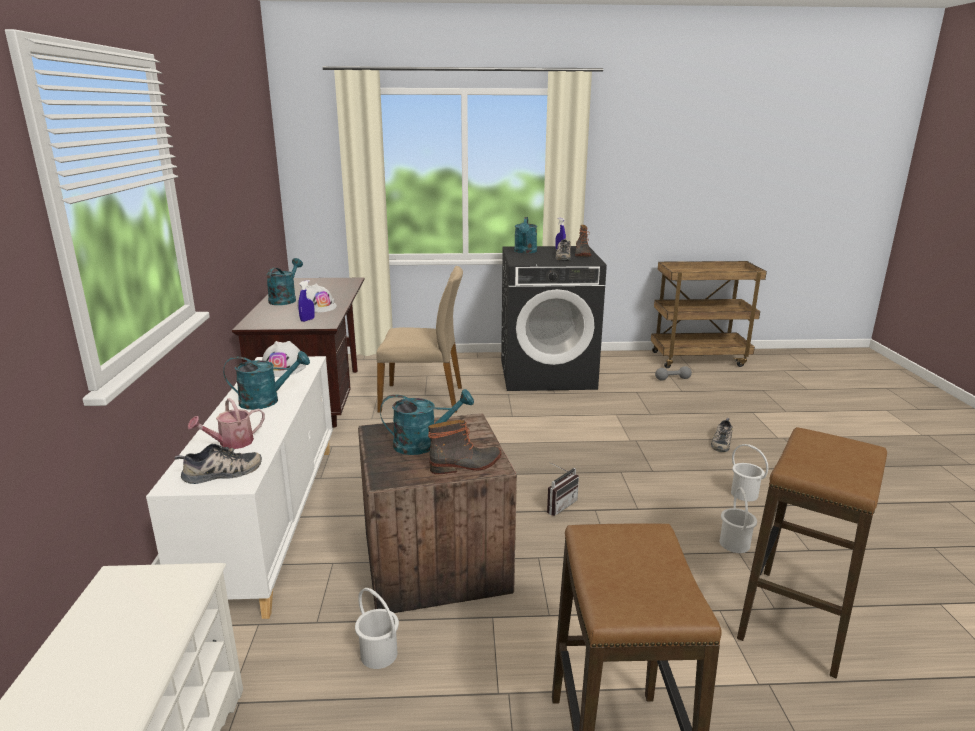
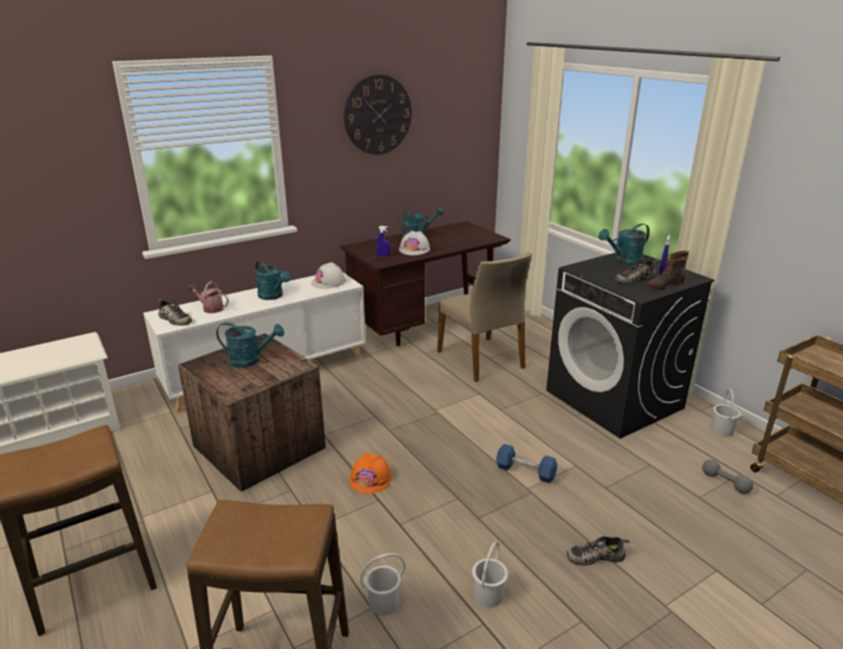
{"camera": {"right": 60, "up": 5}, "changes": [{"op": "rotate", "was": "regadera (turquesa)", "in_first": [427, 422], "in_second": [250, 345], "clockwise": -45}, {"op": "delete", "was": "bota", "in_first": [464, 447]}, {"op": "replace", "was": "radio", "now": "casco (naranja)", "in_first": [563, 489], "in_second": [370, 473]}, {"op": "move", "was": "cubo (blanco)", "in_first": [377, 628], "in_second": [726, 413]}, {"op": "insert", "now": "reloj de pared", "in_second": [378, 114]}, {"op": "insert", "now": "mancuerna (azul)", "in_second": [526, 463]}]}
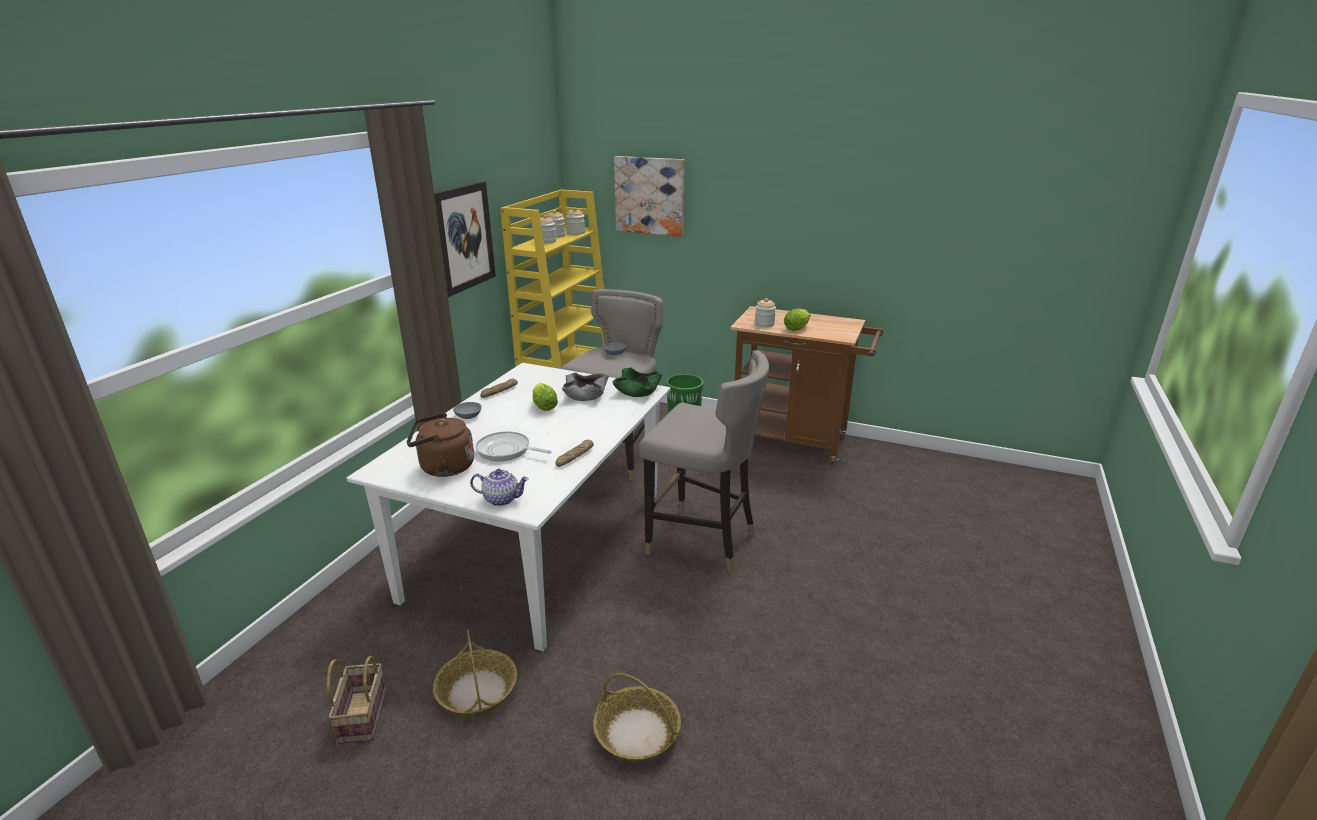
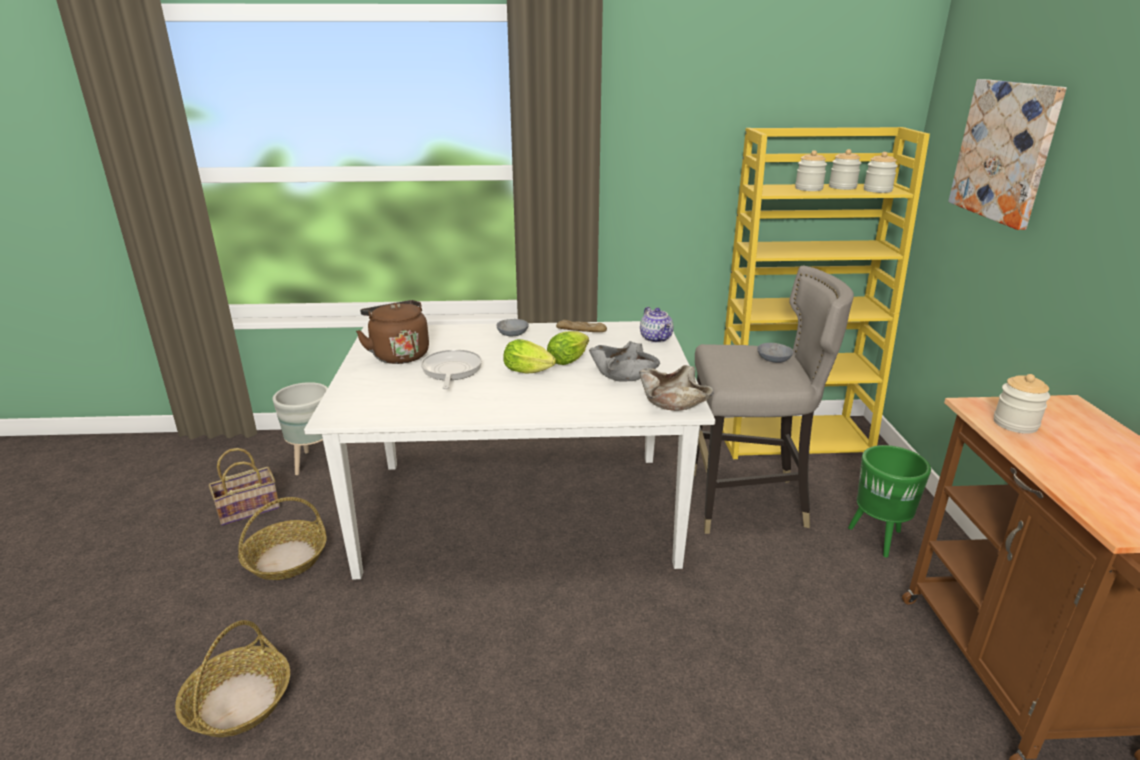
{"camera": {"right": 65, "up": 0}, "changes": [{"op": "delete", "was": "cuadro", "in_first": [465, 239]}, {"op": "move", "was": "lechuga", "in_first": [797, 320], "in_second": [529, 356]}, {"op": "delete", "was": "taburete (gris)", "in_first": [704, 461]}, {"op": "recolor", "was": "cuenco (verde)", "now": "cuenco (beis)", "in_first": [637, 382], "in_second": [676, 388]}, {"op": "delete", "was": "pan", "in_first": [574, 453]}, {"op": "move", "was": "tetera", "in_first": [499, 487], "in_second": [657, 325]}, {"op": "insert", "now": "maceta (gris)", "in_second": [300, 428]}]}
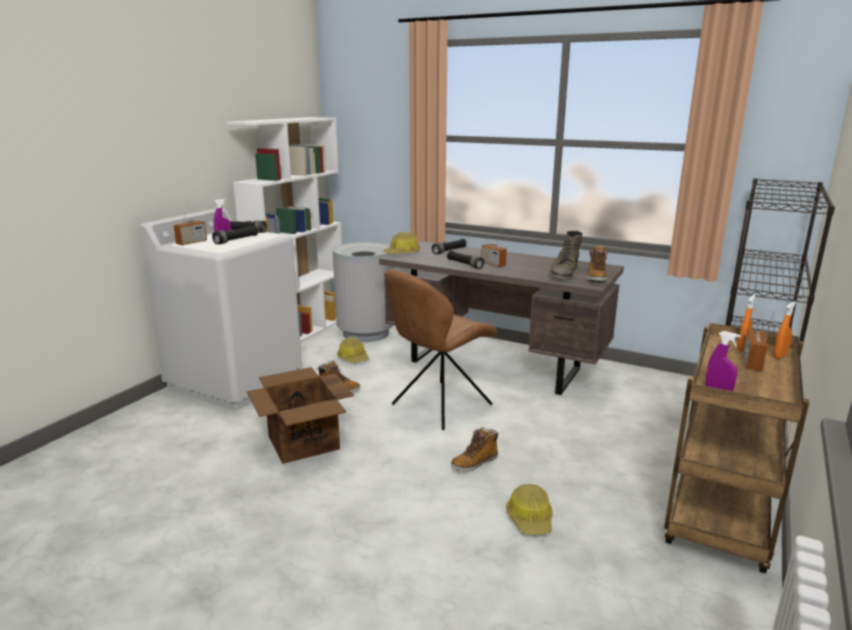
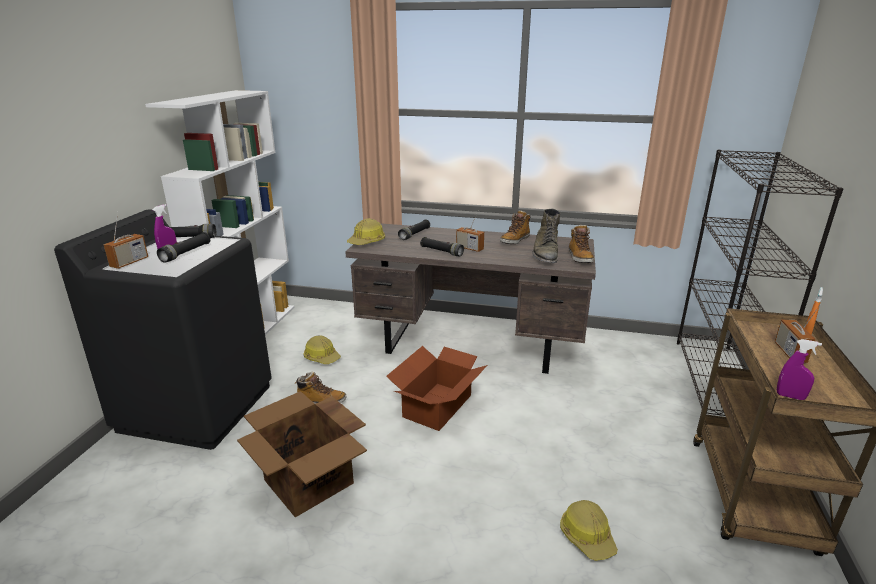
{"camera": {"right": -15, "up": 5}, "changes": [{"op": "recolor", "was": "lavadora (blanco)", "now": "lavadora (negro)", "in_first": [220, 309], "in_second": [163, 329]}, {"op": "delete", "was": "papelera (gris)", "in_first": [363, 292]}, {"op": "replace", "was": "silla (marrón)", "now": "caja de cartón", "in_first": [441, 350], "in_second": [437, 388]}, {"op": "delete", "was": "pulverizador (naranja)", "in_first": [746, 323]}, {"op": "move", "was": "bota", "in_first": [474, 449], "in_second": [515, 227]}]}
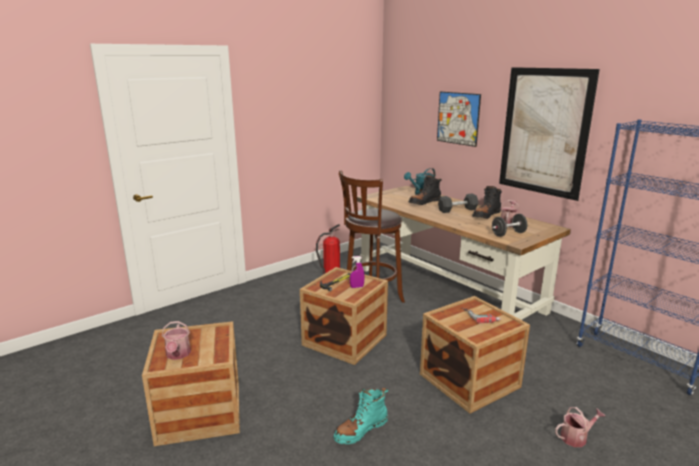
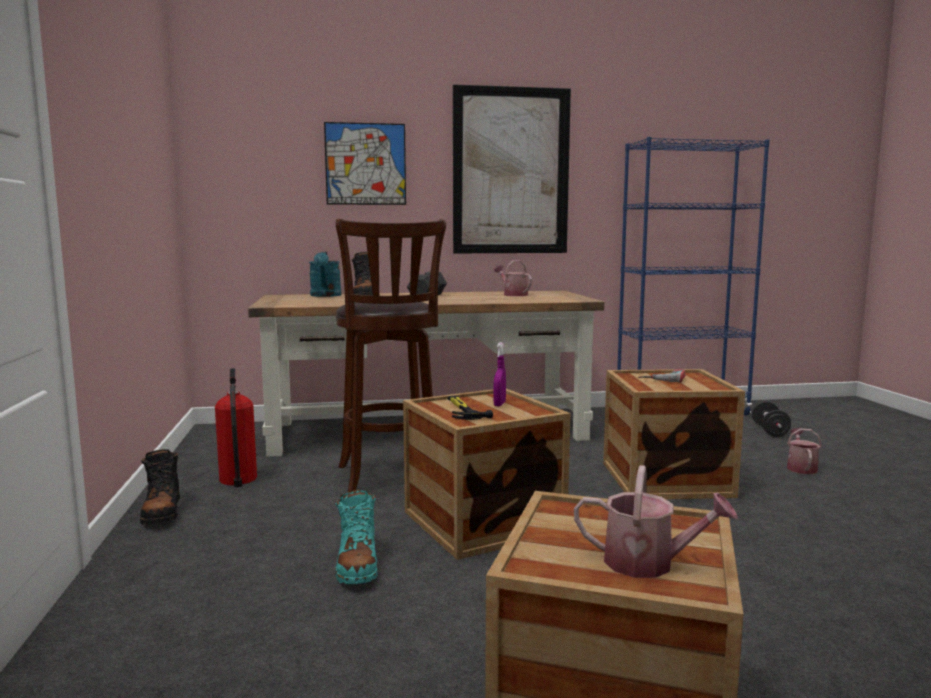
{"camera": {"right": -60, "up": -10}, "changes": [{"op": "move", "was": "bota (negro)", "in_first": [487, 202], "in_second": [160, 487]}, {"op": "move", "was": "mancuerna (negro)", "in_first": [509, 225], "in_second": [771, 419]}, {"op": "move", "was": "bota (turquesa)", "in_first": [361, 416], "in_second": [356, 536]}]}
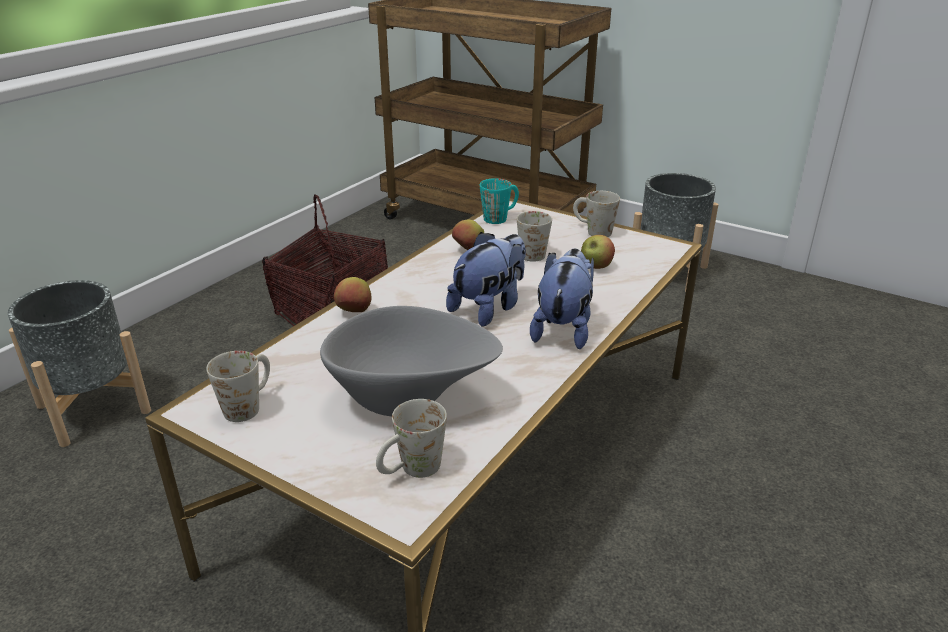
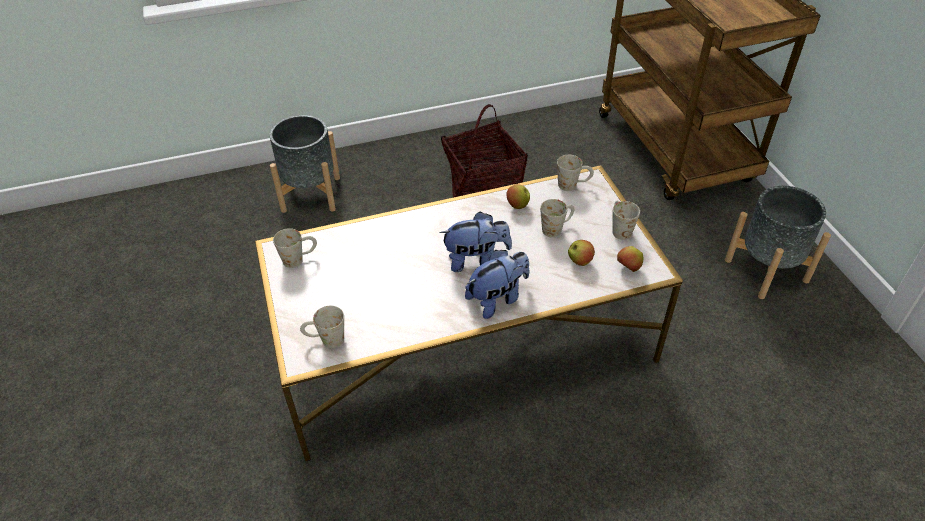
{"camera": {"right": 40, "up": 15}, "changes": [{"op": "recolor", "was": "taza grande (turquesa)", "now": "taza grande (blanco)", "in_first": [499, 201], "in_second": [575, 173]}, {"op": "move", "was": "manzana", "in_first": [352, 294], "in_second": [630, 259]}, {"op": "delete", "was": "cuenco (gris)", "in_first": [411, 361]}]}
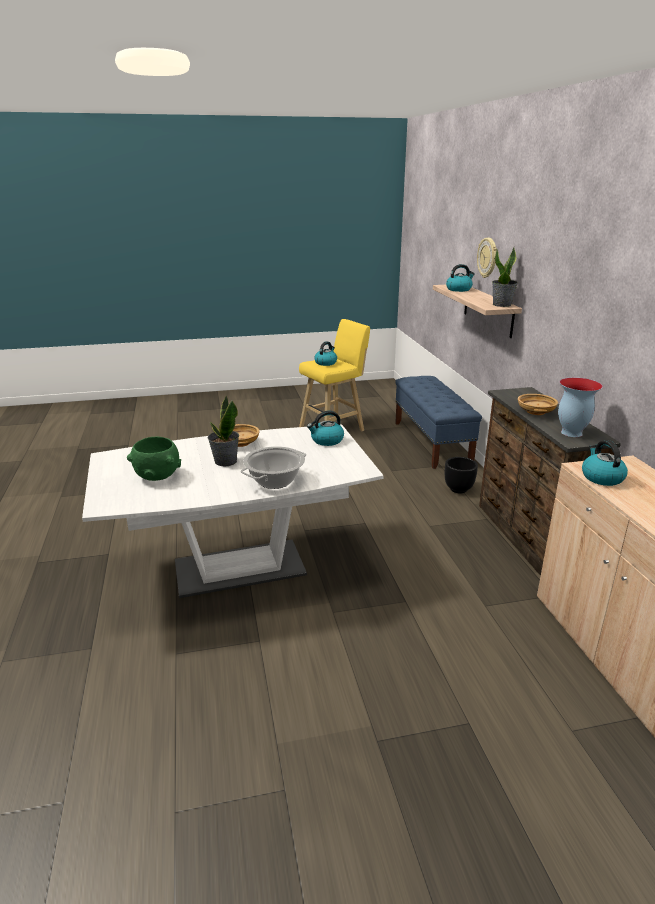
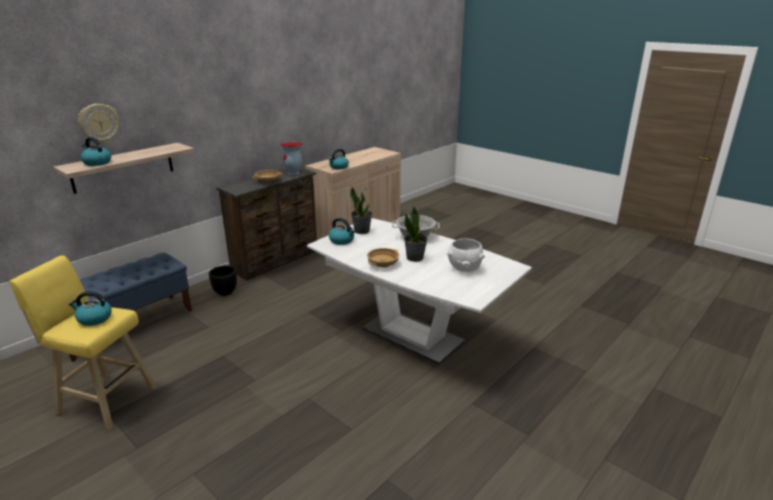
{"camera": {"right": -125, "up": 0}, "changes": [{"op": "move", "was": "planta en maceta", "in_first": [505, 277], "in_second": [361, 210]}, {"op": "recolor", "was": "cuenco (verde)", "now": "cuenco (blanco)", "in_first": [154, 459], "in_second": [466, 255]}]}
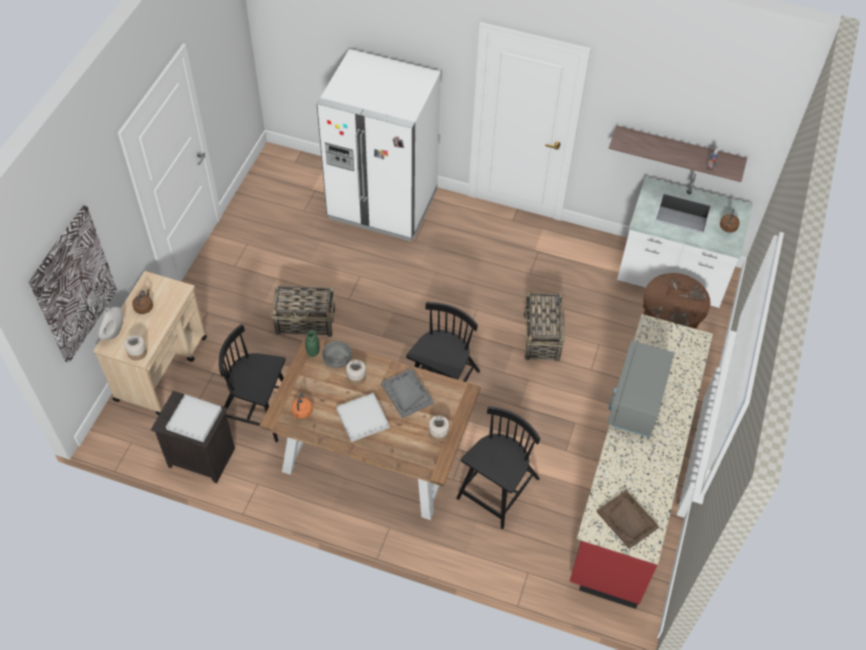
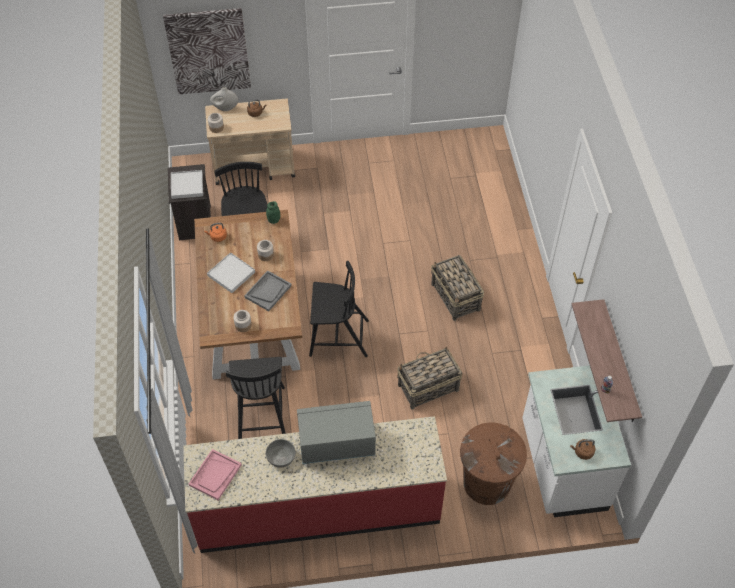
{"camera": {"right": 65, "up": 0}, "changes": [{"op": "delete", "was": "nevera (blanco)", "in_first": [379, 145]}, {"op": "move", "was": "cesta", "in_first": [303, 311], "in_second": [457, 288]}, {"op": "move", "was": "cuenco (gris)", "in_first": [337, 354], "in_second": [281, 453]}, {"op": "rotate", "was": "silla (negro)", "in_first": [498, 467], "in_second": [256, 398], "clockwise": 75}, {"op": "recolor", "was": "bandeja (marrón)", "now": "bandeja (rosa)", "in_first": [628, 519], "in_second": [215, 474]}]}
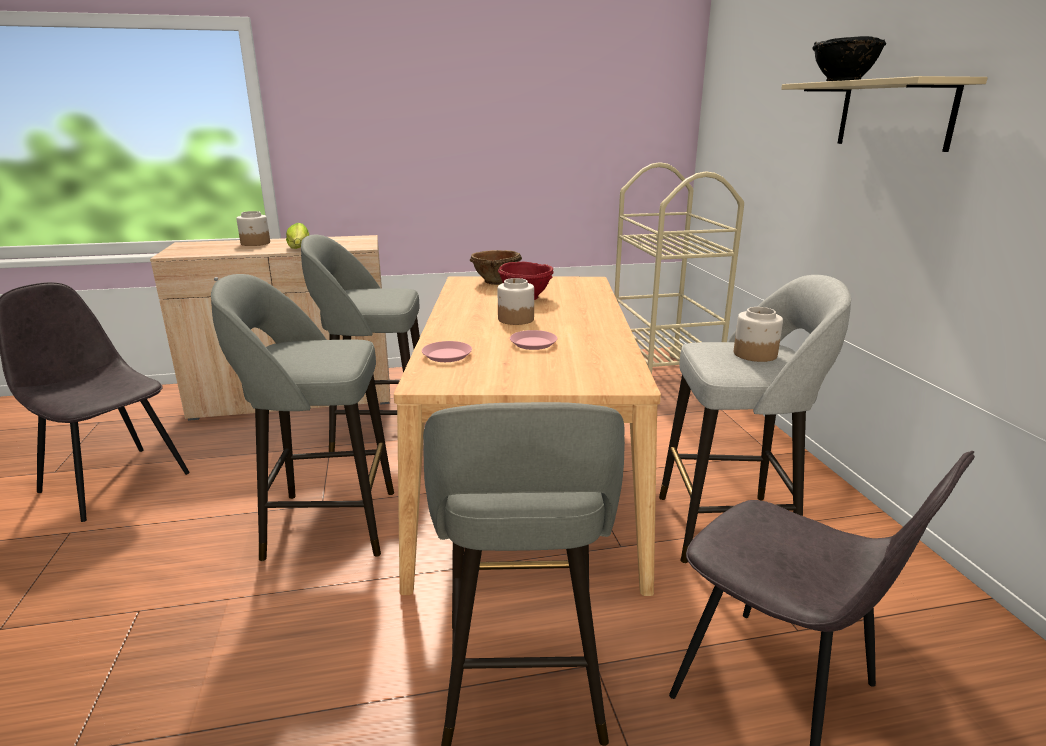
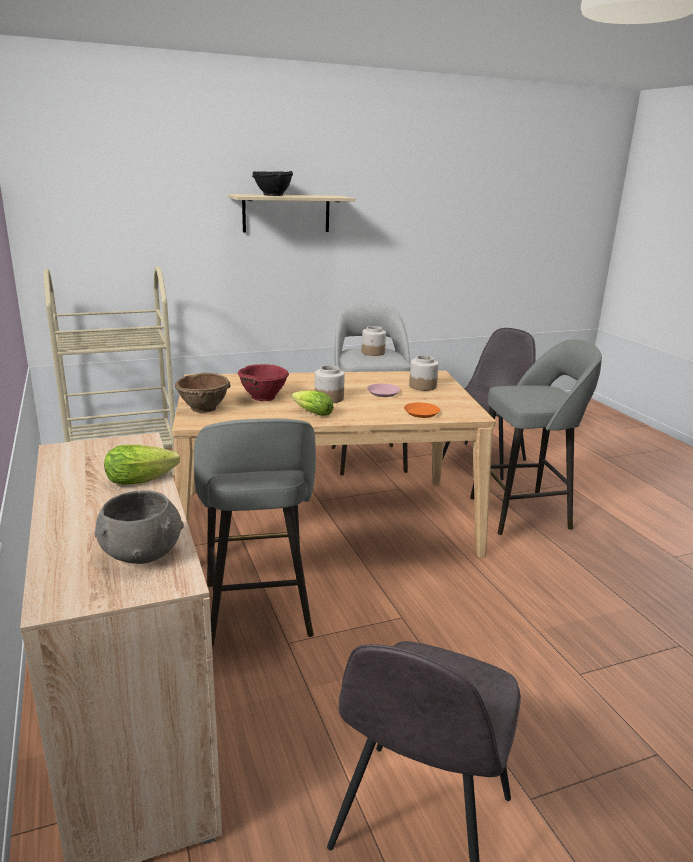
{"camera": {"right": -100, "up": 0}, "changes": [{"op": "move", "was": "tarro", "in_first": [253, 228], "in_second": [424, 373]}, {"op": "delete", "was": "taburete (gris)", "in_first": [302, 417]}, {"op": "recolor", "was": "plato (rosa)", "now": "plato (naranja)", "in_first": [447, 351], "in_second": [422, 410]}, {"op": "insert", "now": "lechuga", "in_second": [312, 403]}, {"op": "insert", "now": "cuenco (gris)", "in_second": [139, 527]}]}
